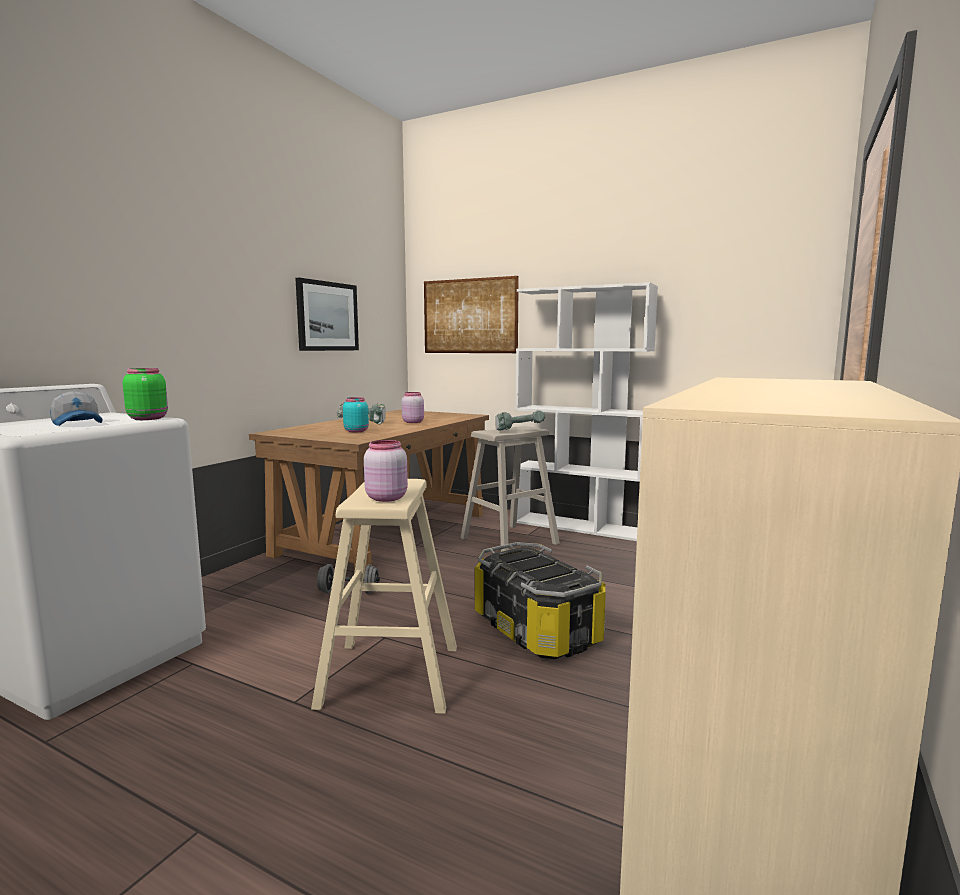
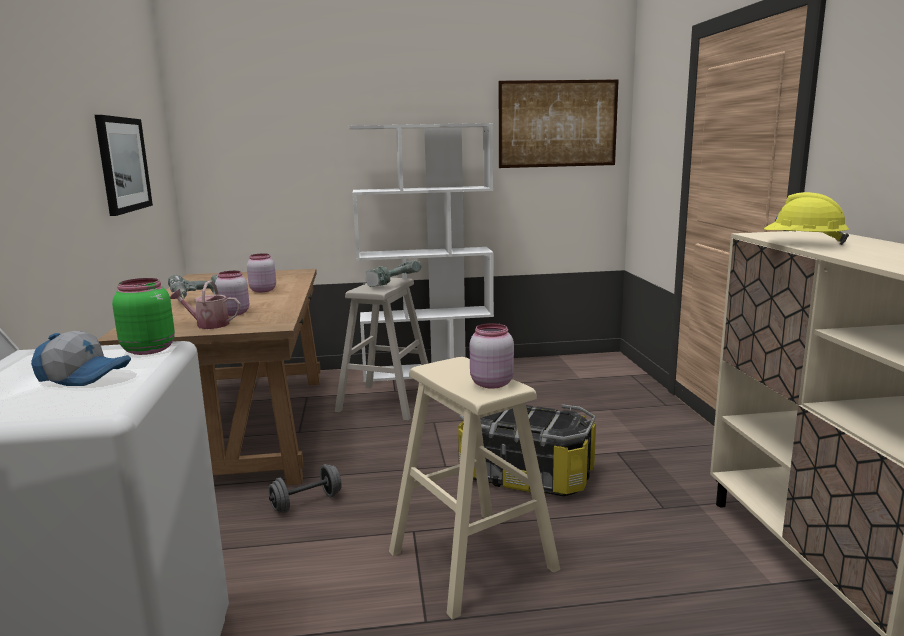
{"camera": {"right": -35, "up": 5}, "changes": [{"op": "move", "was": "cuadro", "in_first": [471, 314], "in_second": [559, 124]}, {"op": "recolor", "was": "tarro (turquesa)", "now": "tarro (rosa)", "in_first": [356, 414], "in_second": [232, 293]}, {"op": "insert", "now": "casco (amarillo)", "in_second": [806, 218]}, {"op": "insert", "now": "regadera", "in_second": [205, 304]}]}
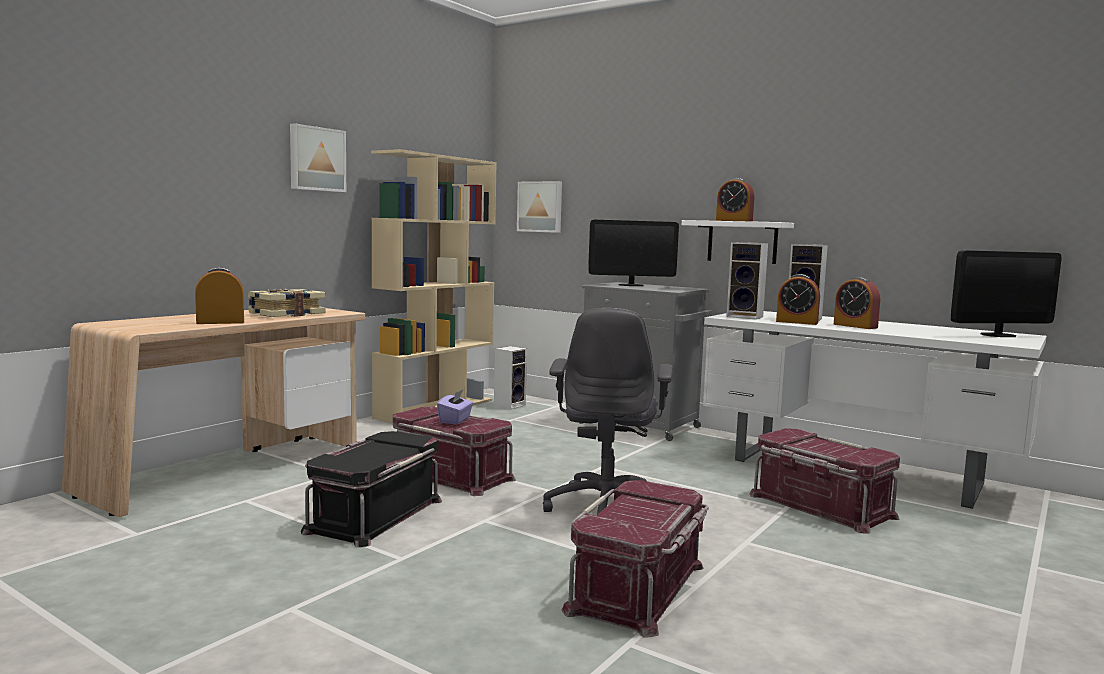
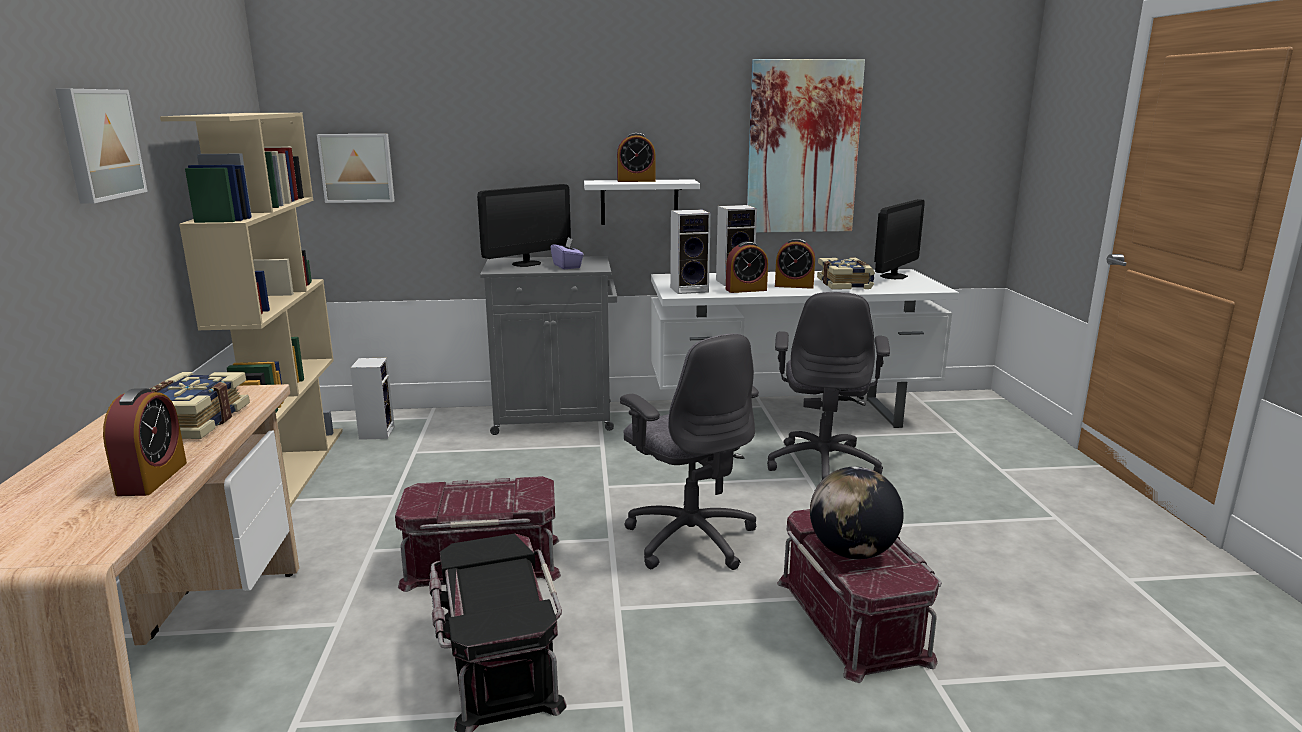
{"camera": {"right": -40, "up": 10}, "changes": [{"op": "rotate", "was": "despertador", "in_first": [219, 295], "in_second": [145, 442], "clockwise": 150}, {"op": "move", "was": "caja de pañuelos (morado)", "in_first": [455, 407], "in_second": [567, 253]}, {"op": "replace", "was": "caja de almacenaje (rojo)", "now": "silla de oficina (gris)", "in_first": [824, 481], "in_second": [828, 386]}, {"op": "insert", "now": "cuadro", "in_second": [806, 146]}, {"op": "insert", "now": "libro", "in_second": [846, 274]}, {"op": "insert", "now": "globo terráqueo", "in_second": [857, 513]}]}
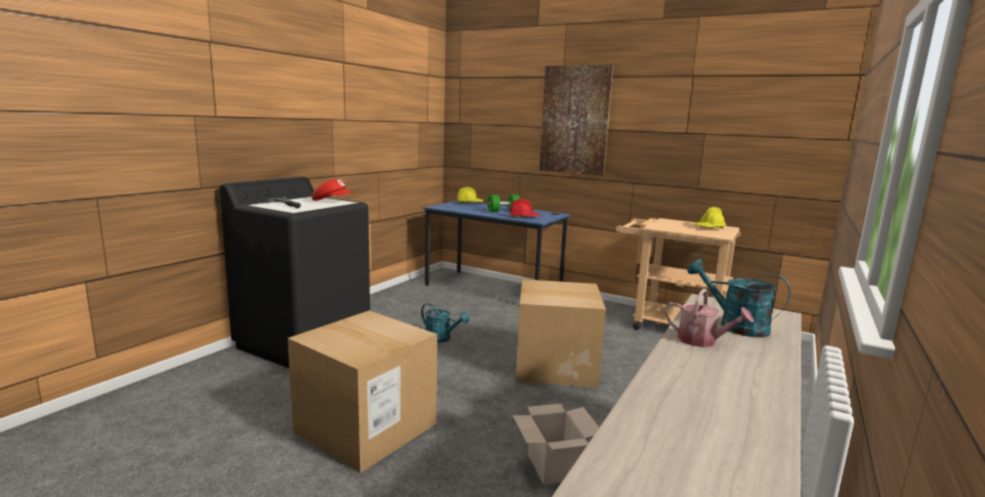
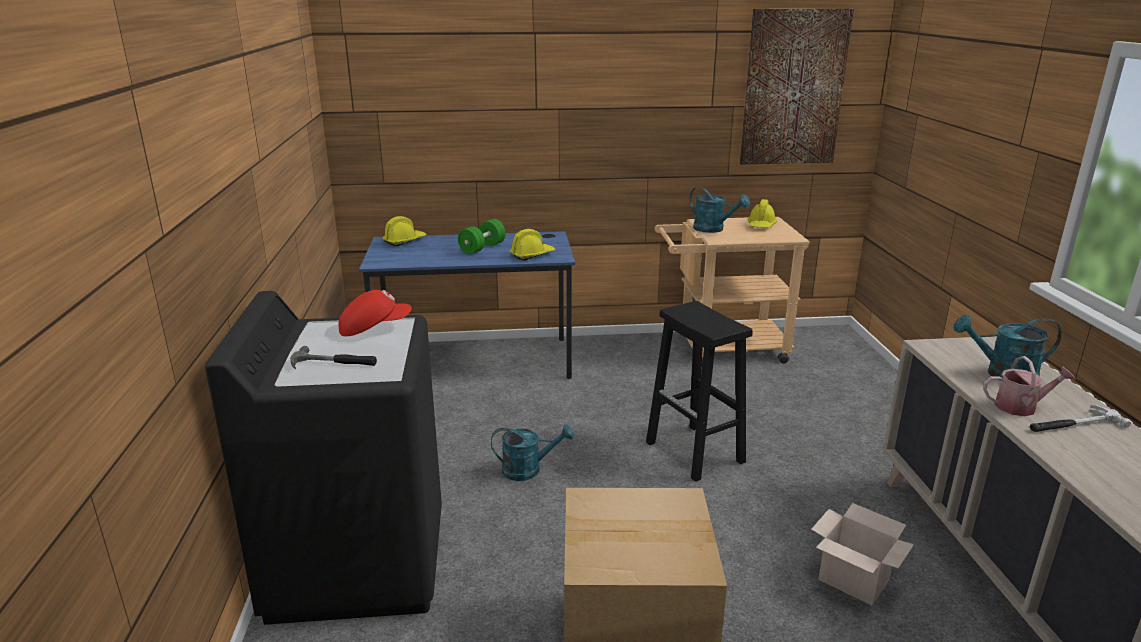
{"camera": {"right": -35, "up": 10}, "changes": [{"op": "move", "was": "cuadro", "in_first": [576, 120], "in_second": [797, 86]}, {"op": "recolor", "was": "casco (rojo)", "now": "casco (amarillo)", "in_first": [525, 208], "in_second": [532, 245]}, {"op": "replace", "was": "caja de cartón", "now": "taburete (negro)", "in_first": [561, 333], "in_second": [699, 391]}, {"op": "insert", "now": "regadera (turquesa)", "in_second": [719, 210]}, {"op": "insert", "now": "martillo", "in_second": [1080, 418]}]}
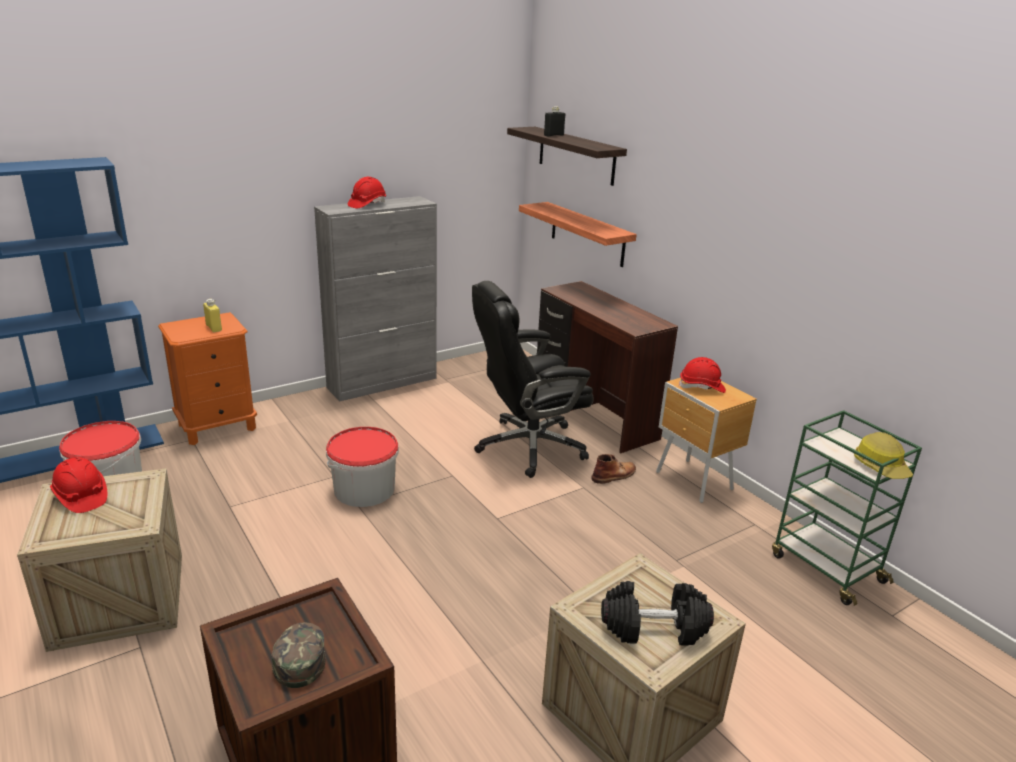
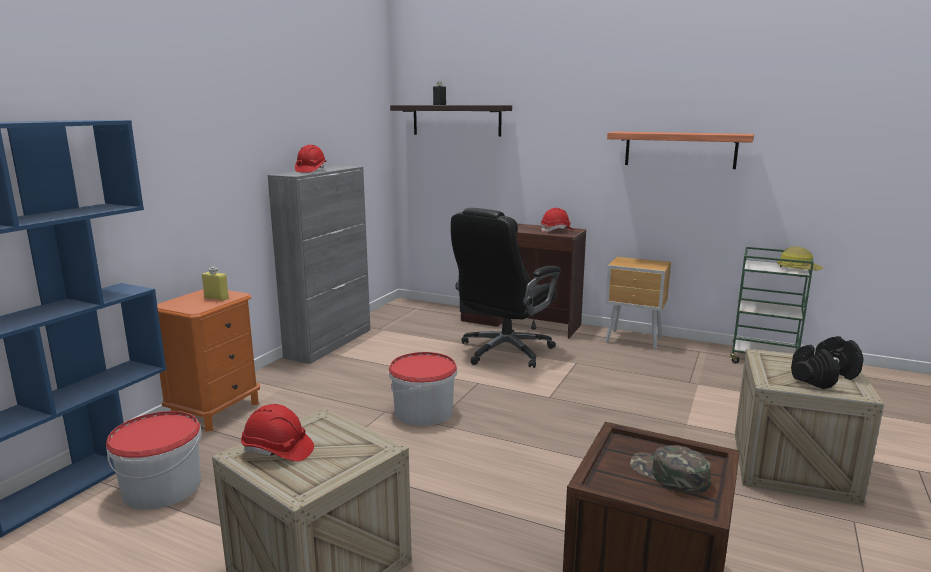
{"camera": {"right": -30, "up": -10}, "changes": [{"op": "move", "was": "estante", "in_first": [578, 234], "in_second": [680, 150]}, {"op": "move", "was": "casco (rojo)", "in_first": [702, 375], "in_second": [557, 220]}, {"op": "delete", "was": "bota (marrón)", "in_first": [613, 469]}]}
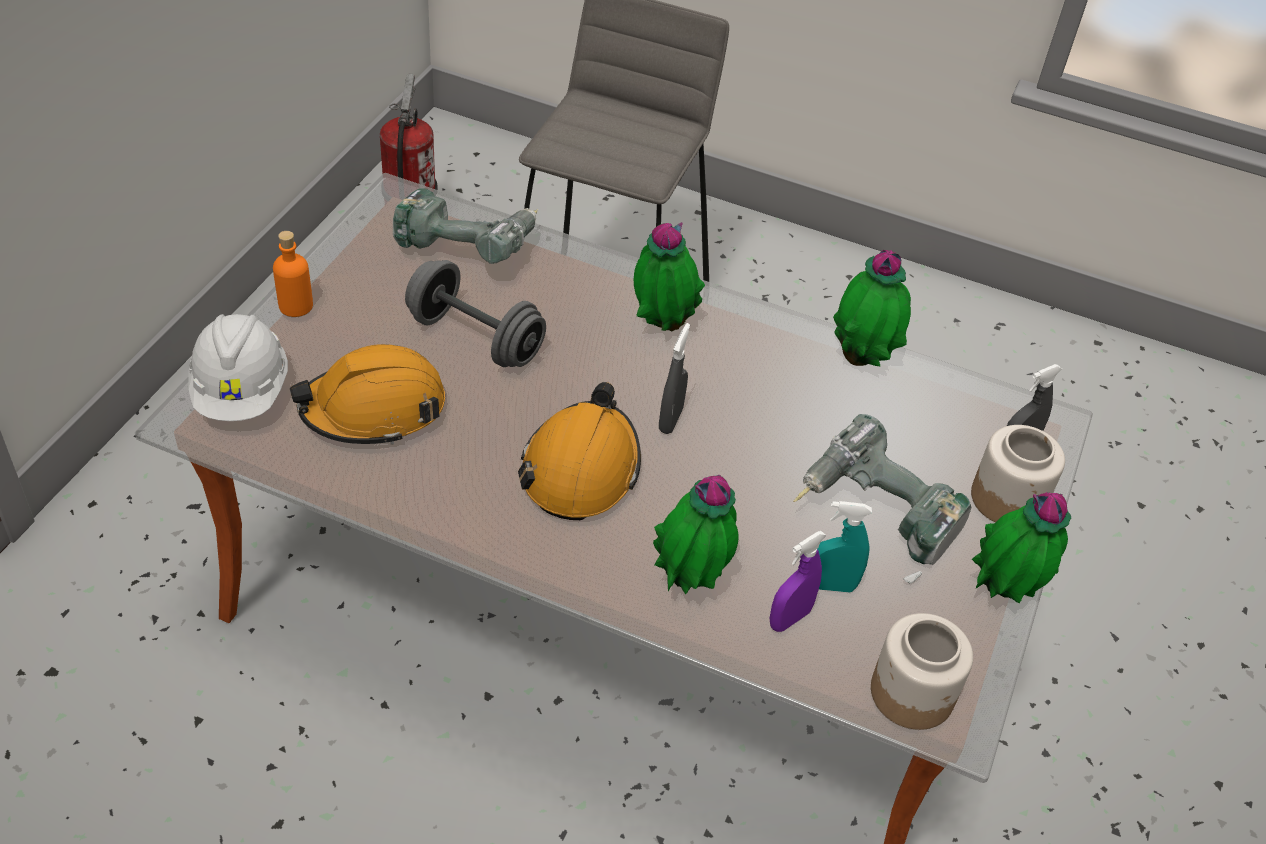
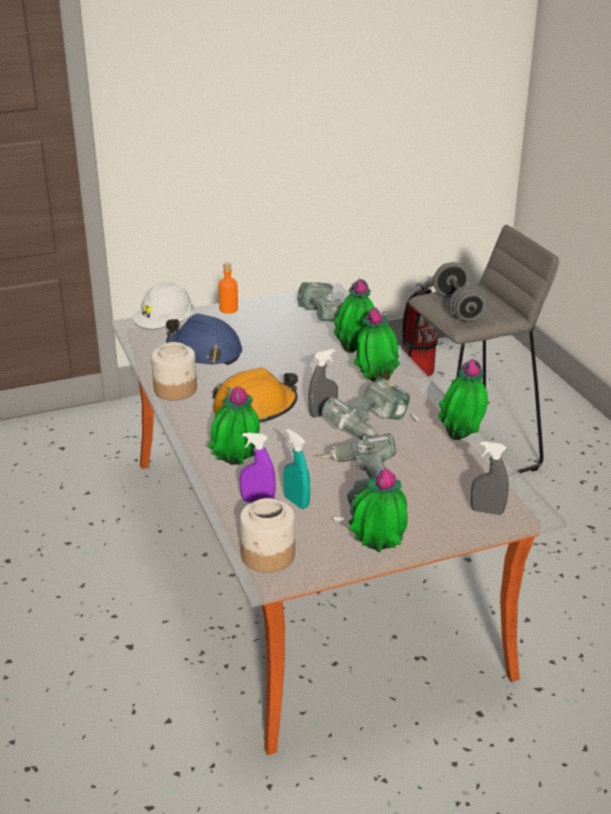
{"camera": {"right": 50, "up": -15}, "changes": [{"op": "move", "was": "mancuerna (gris)", "in_first": [475, 313], "in_second": [460, 291]}, {"op": "recolor", "was": "casco (naranja)", "now": "casco (azul)", "in_first": [367, 394], "in_second": [204, 339]}, {"op": "move", "was": "tarro", "in_first": [1018, 473], "in_second": [174, 371]}, {"op": "insert", "now": "planta en maceta", "in_second": [353, 316]}, {"op": "insert", "now": "taladro", "in_second": [370, 408]}]}
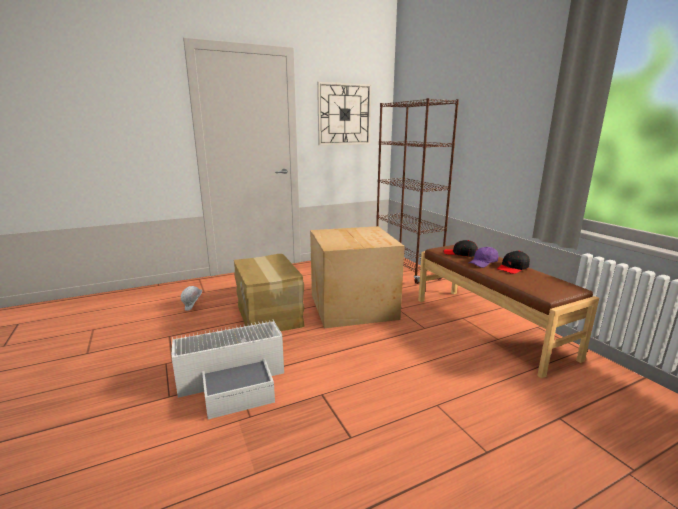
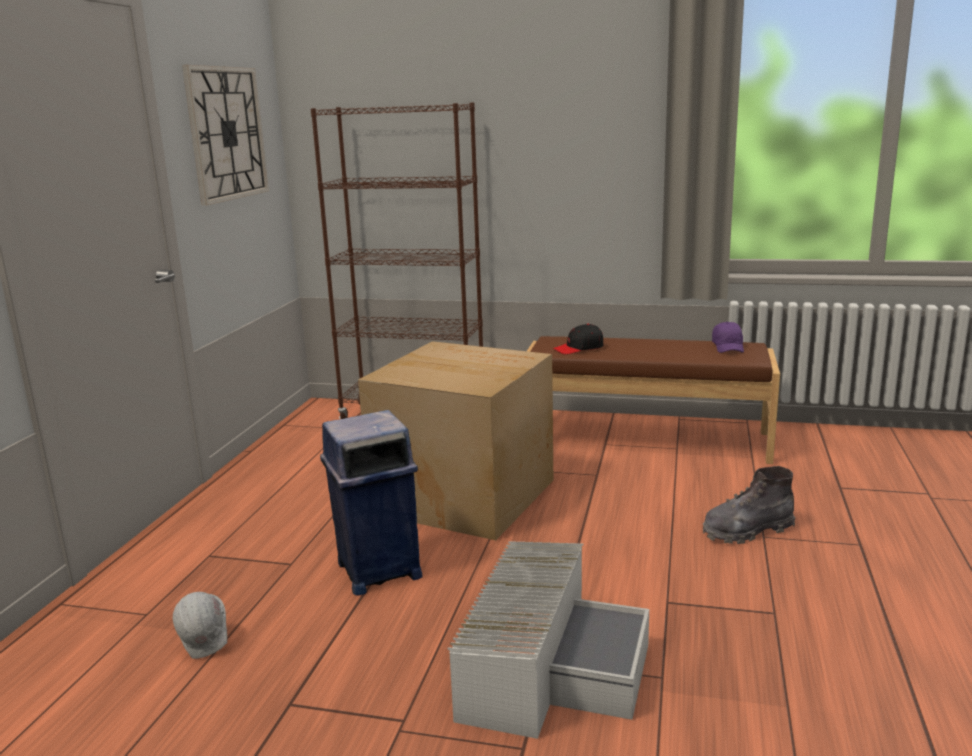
{"camera": {"right": -50, "up": 0}, "changes": [{"op": "move", "was": "gorra (morado)", "in_first": [484, 257], "in_second": [728, 337]}, {"op": "delete", "was": "gorra (negro)", "in_first": [513, 262]}, {"op": "replace", "was": "caja de cartón", "now": "papelera (azul)", "in_first": [269, 292], "in_second": [371, 502]}, {"op": "insert", "now": "bota (gris)", "in_second": [749, 505]}]}
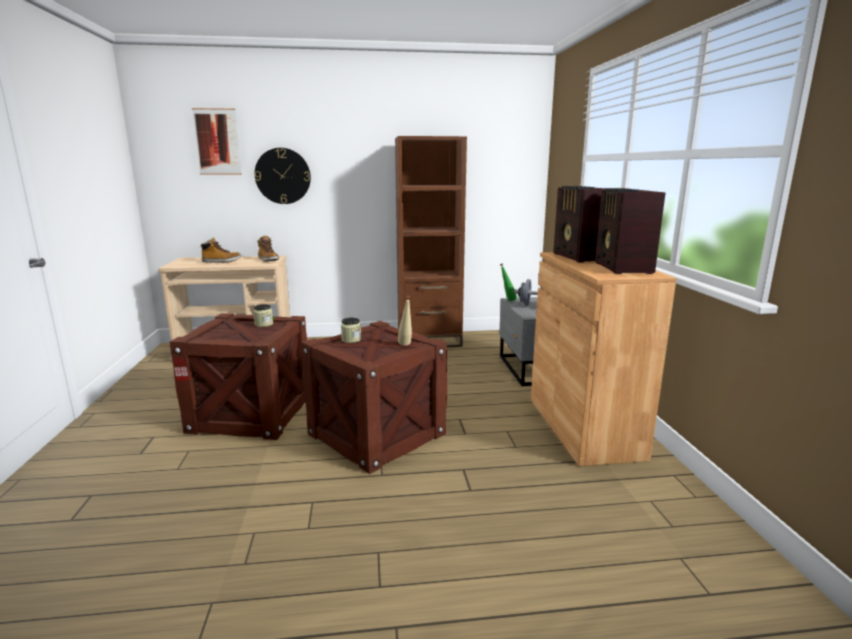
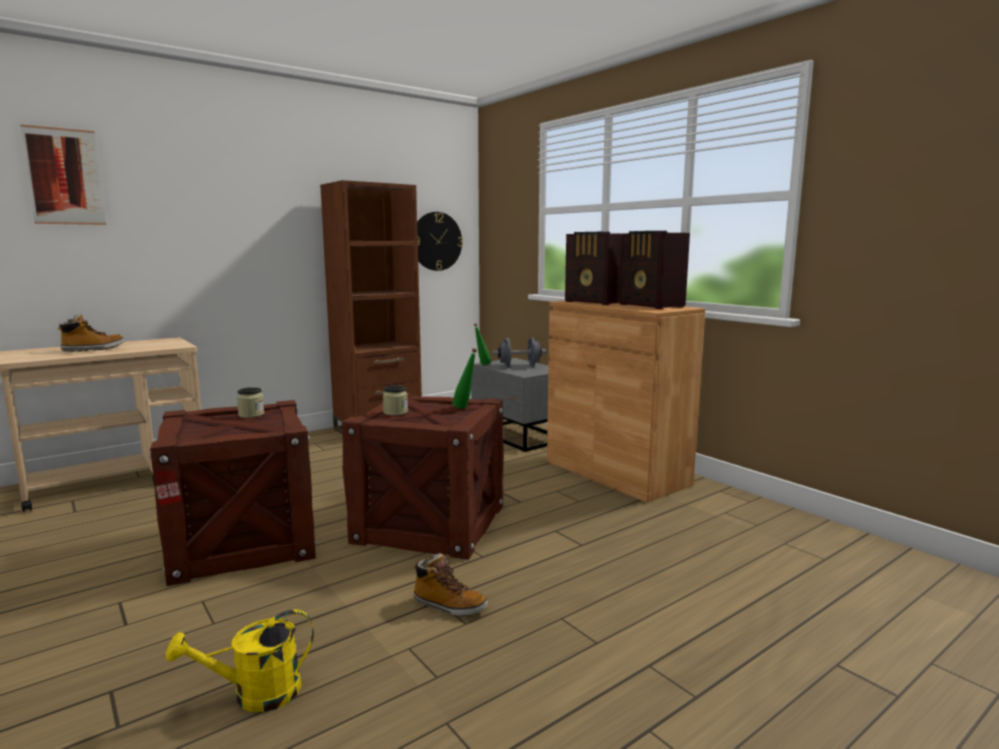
{"camera": {"right": -30, "up": -5}, "changes": [{"op": "move", "was": "reloj de pared", "in_first": [283, 176], "in_second": [440, 241]}, {"op": "move", "was": "bota", "in_first": [268, 249], "in_second": [450, 585]}, {"op": "recolor", "was": "botella (beis)", "now": "botella (verde)", "in_first": [405, 321], "in_second": [464, 378]}, {"op": "insert", "now": "regadera (amarillo)", "in_second": [240, 661]}]}
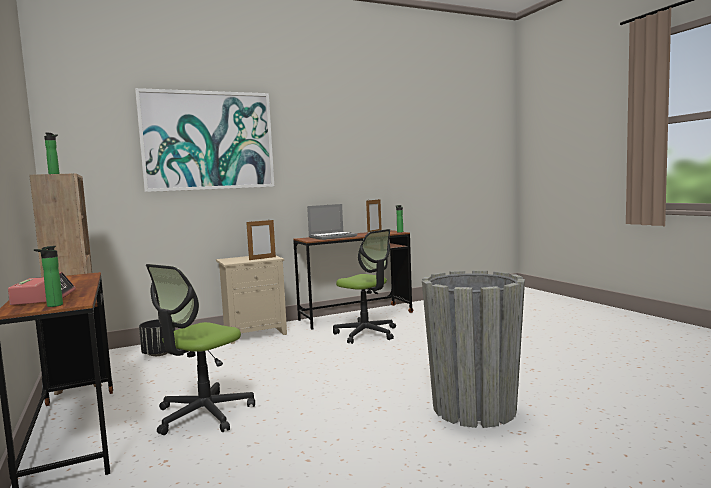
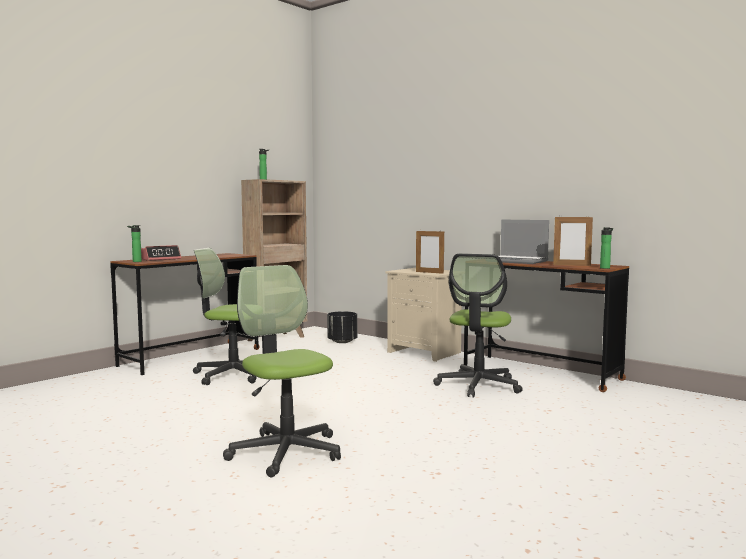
{"camera": {"right": 65, "up": 0}, "changes": [{"op": "delete", "was": "cuadro", "in_first": [205, 140]}, {"op": "replace", "was": "maceta (gris)", "now": "silla de oficina", "in_first": [473, 349], "in_second": [282, 371]}]}
